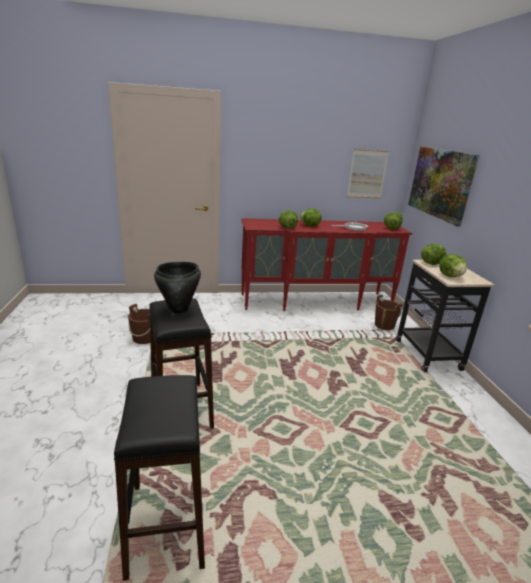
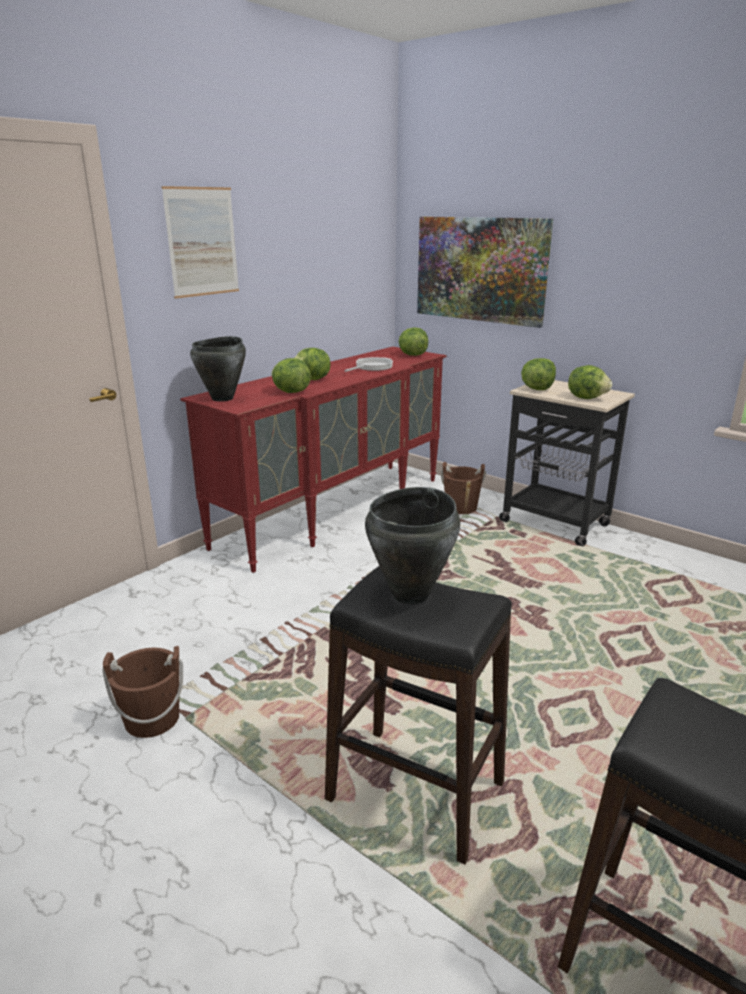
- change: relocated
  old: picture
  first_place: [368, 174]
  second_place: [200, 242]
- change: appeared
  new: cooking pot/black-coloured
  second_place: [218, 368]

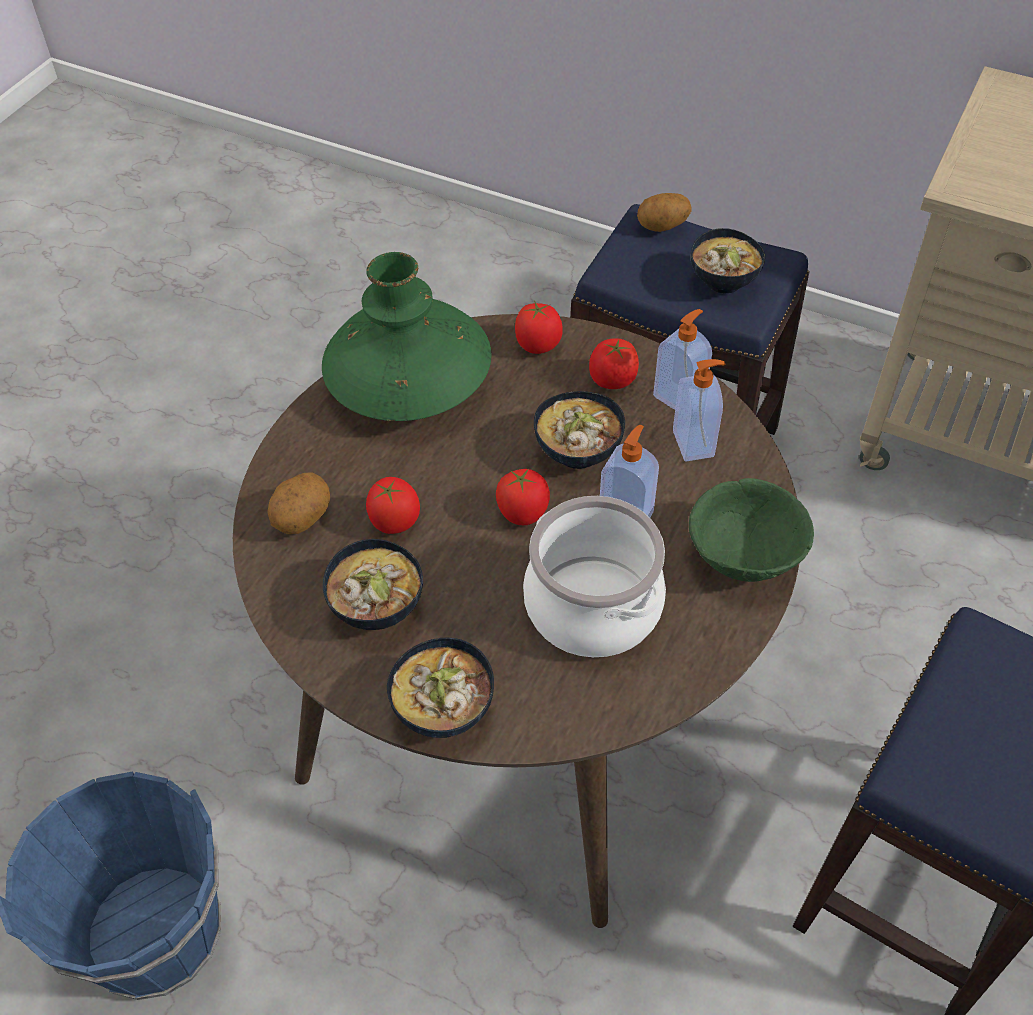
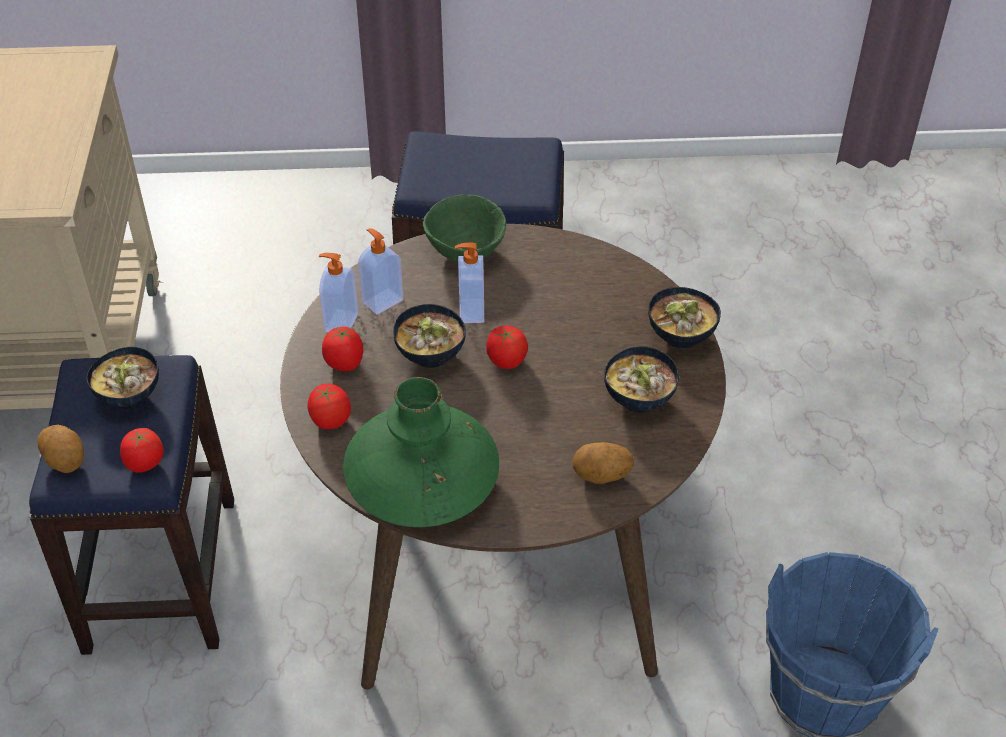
- change: relocated
  old: fresh tomato
  first_place: [393, 505]
  second_place: [142, 450]
- change: missing
  old: cooking pot
  first_place: [594, 576]

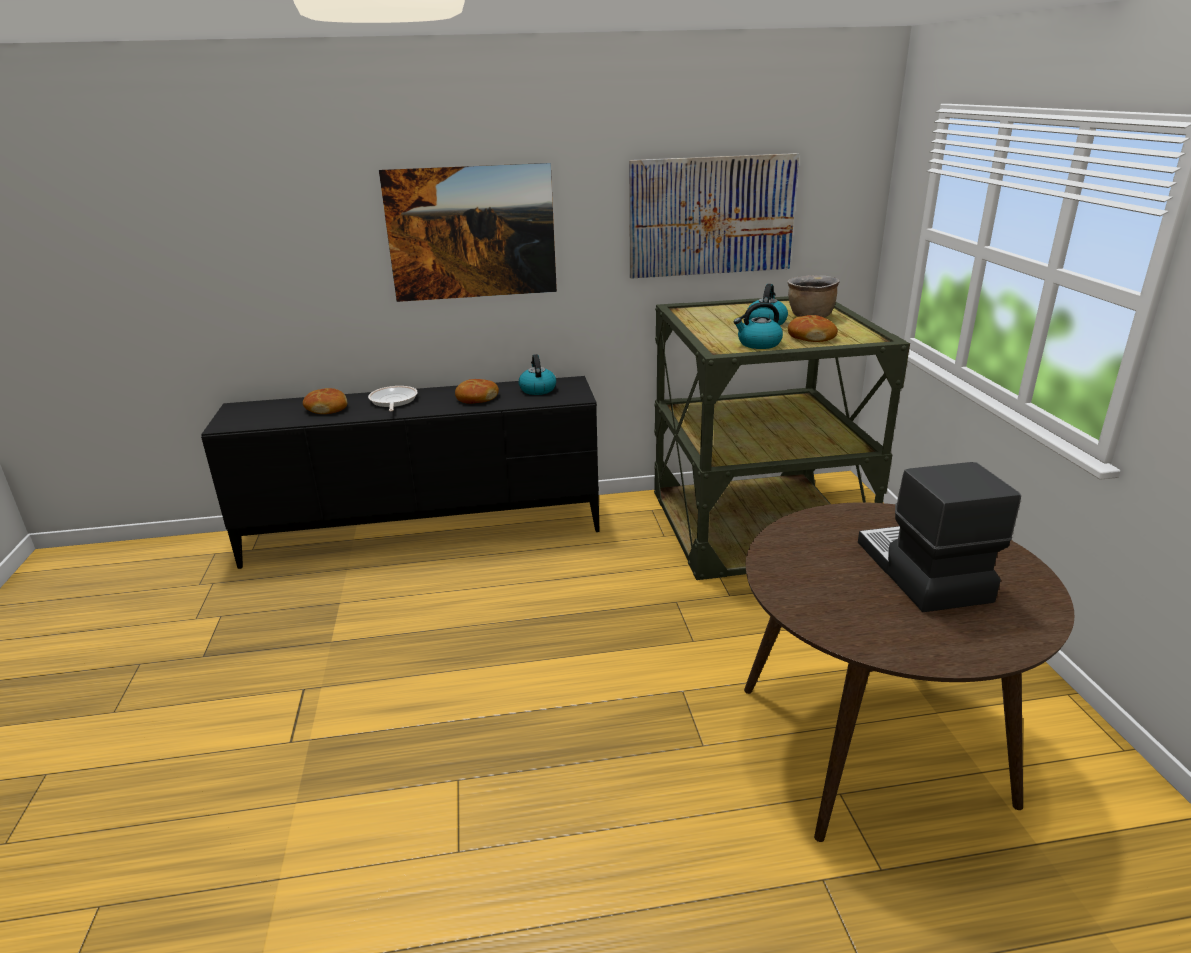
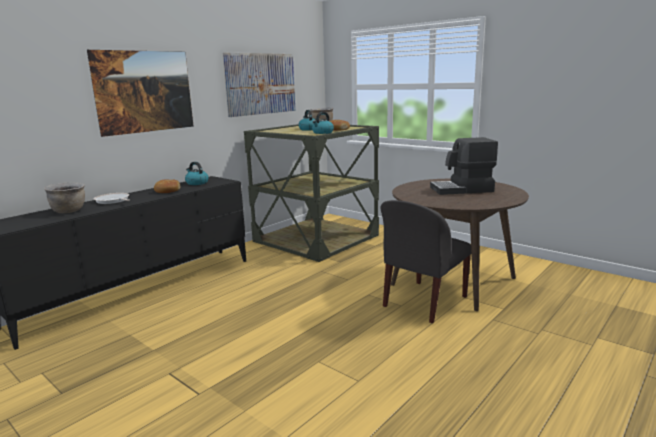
- change: exchanged
  old: bread
  new: cooking pot/brownish
  first_place: [325, 401]
  second_place: [64, 198]
- change: spun
  old: coffee brewer
  first_place: [939, 537]
  second_place: [464, 166]
  degrees: -45
- change: appeared
  new: plain chair/grey
  second_place: [426, 261]

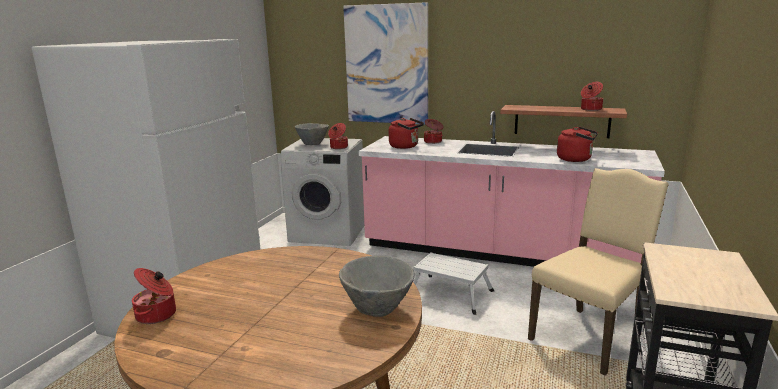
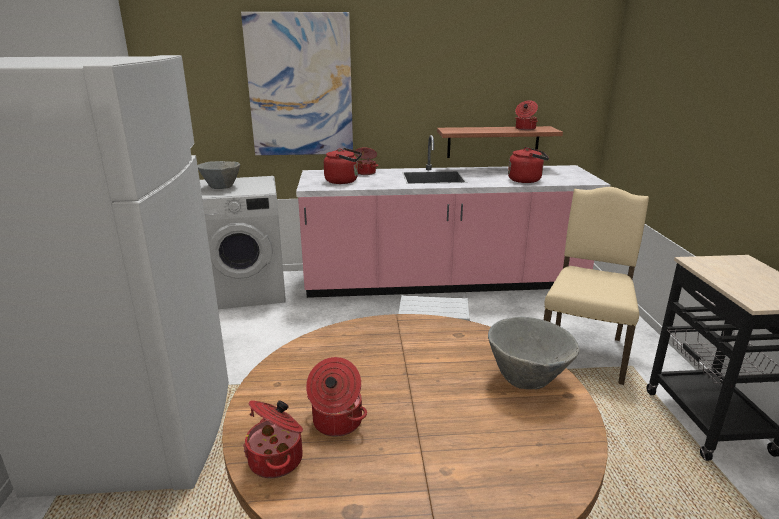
- change: relocated
  old: cooking pot
  first_place: [338, 136]
  second_place: [336, 397]

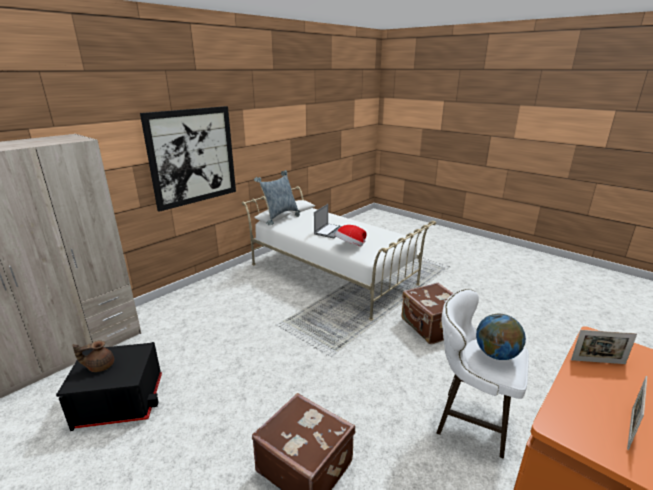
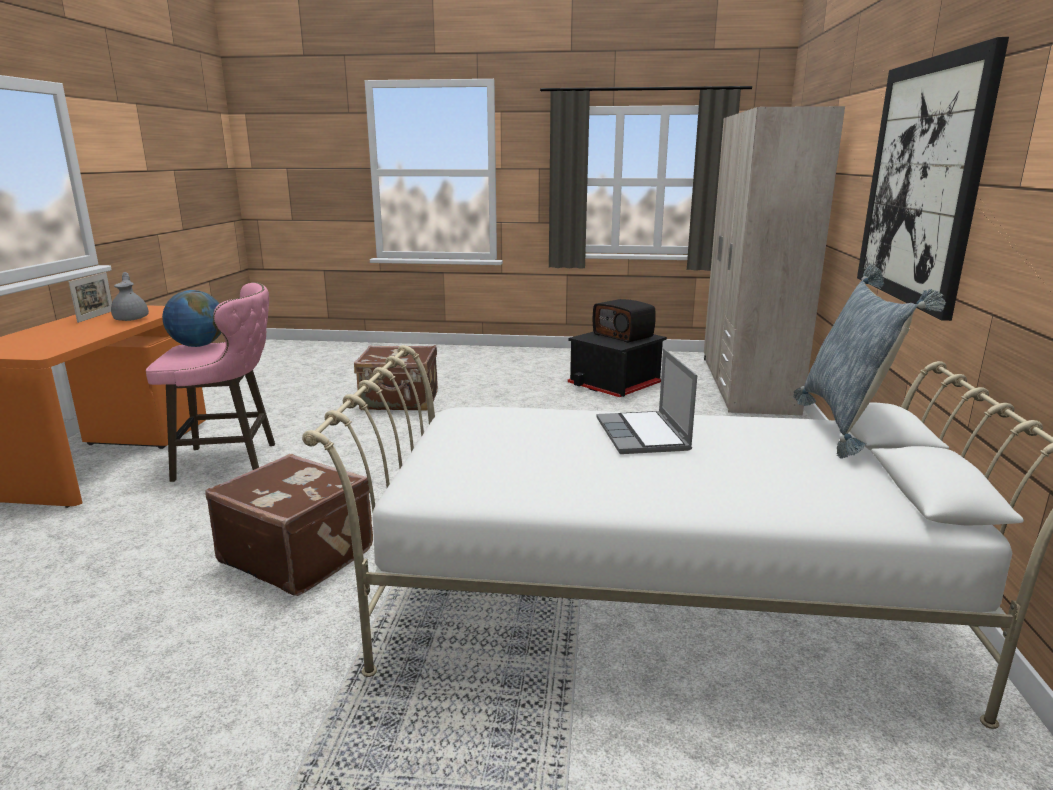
- change: missing
  old: wearable hat
  first_place: [351, 235]
- change: colour
  old: stool/whitish
  new: stool/pink
  first_place: [483, 374]
  second_place: [210, 382]
- change: missing
  old: standing frame
  first_place: [604, 347]
- change: exchanged
  old: tea pot/brownish
  new: radio set
  first_place: [93, 356]
  second_place: [624, 321]
- change: appeared
  new: tea pot/grey
  second_place: [130, 296]

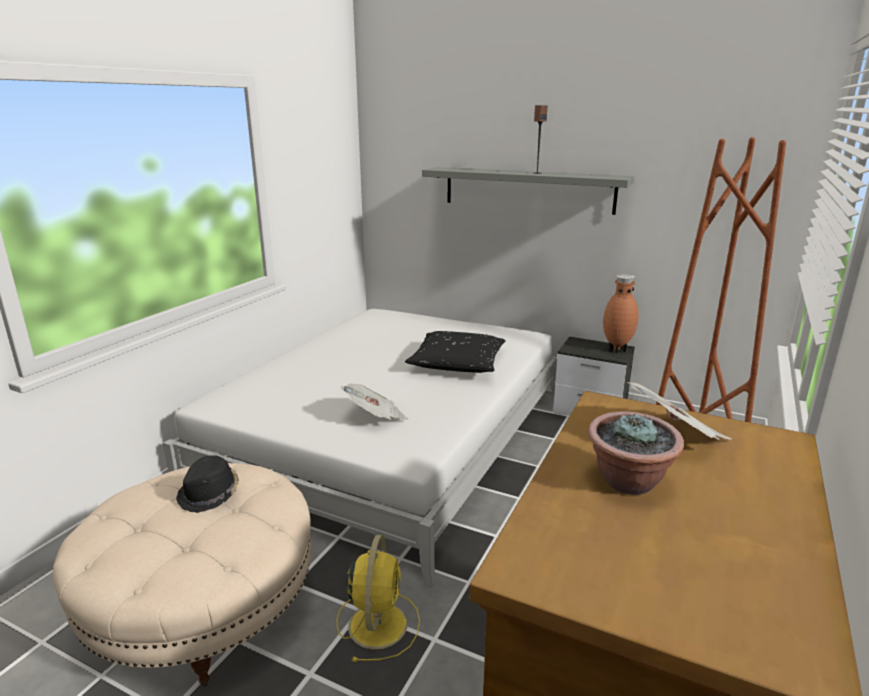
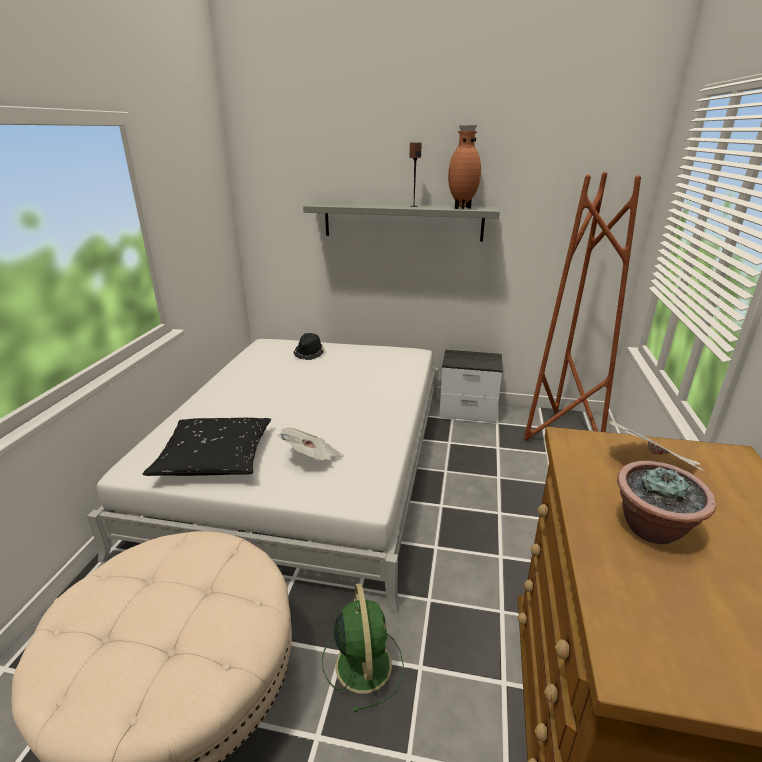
- change: relocated
  old: vase/brownish
  first_place: [620, 314]
  second_place: [464, 167]
- change: relocated
  old: pillow/black-coloured
  first_place: [455, 352]
  second_place: [207, 447]
- change: relocated
  old: wearable hat/black-coloured
  first_place: [207, 484]
  second_place: [309, 346]
- change: colour
  old: fan/yellowish
  new: fan/greenish
  first_place: [378, 598]
  second_place: [363, 647]

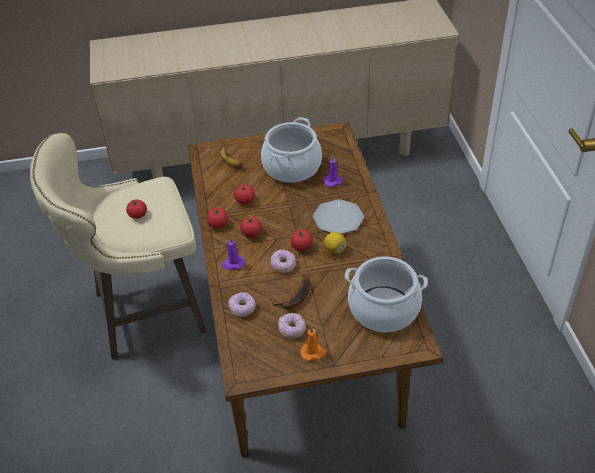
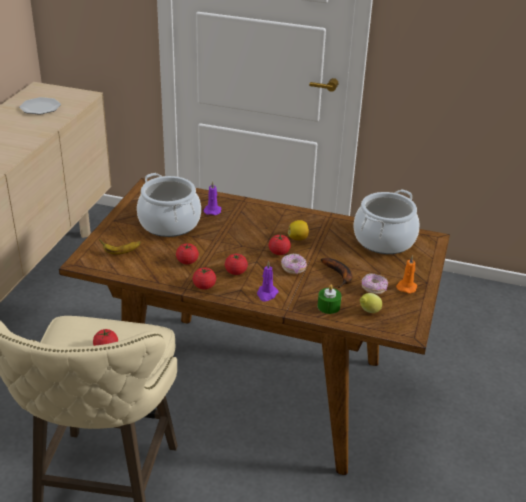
- change: relocated
  old: flat dish
  first_place: [338, 216]
  second_place: [40, 106]
- change: exchanged
  old: ring doughnut
  new: wax light/greenish
  first_place: [242, 304]
  second_place: [330, 299]
- change: appeared
  new: lemon
  second_place: [371, 303]

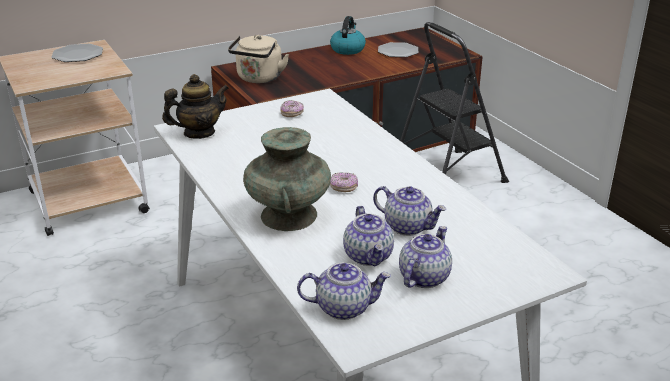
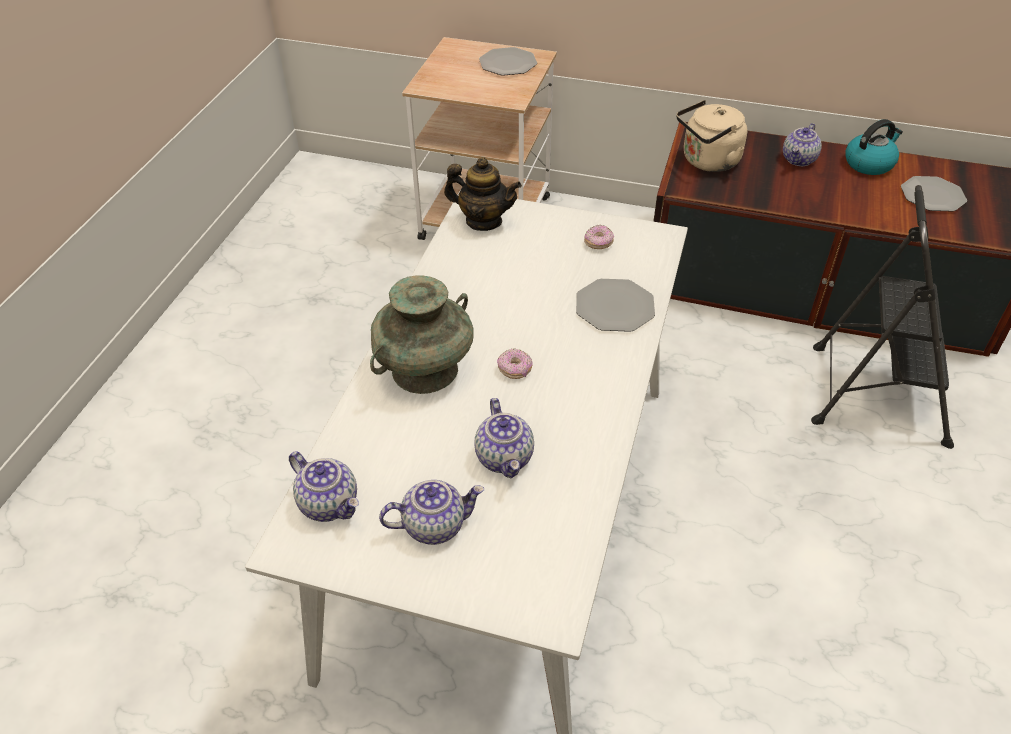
- change: relocated
  old: tea pot
  first_place: [368, 236]
  second_place: [802, 144]
- change: appeared
  new: flat dish
  second_place: [615, 305]

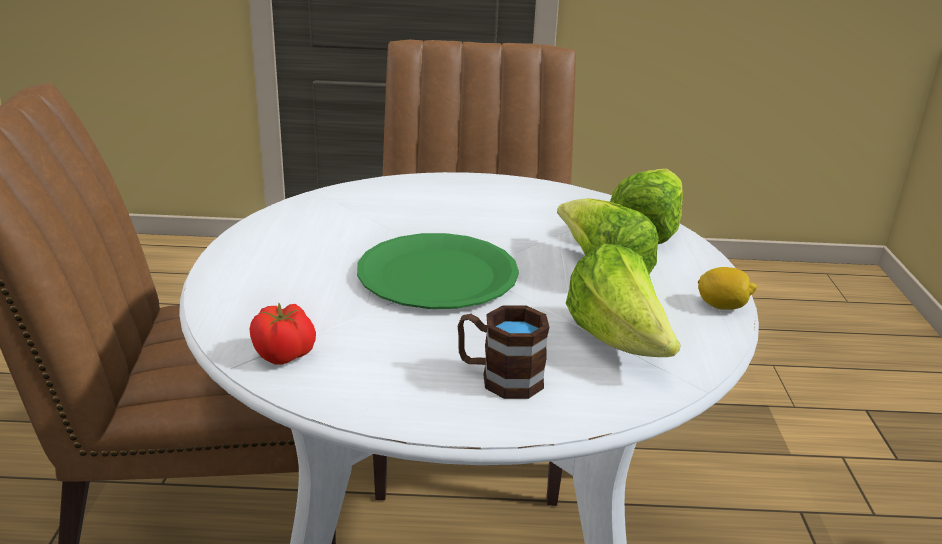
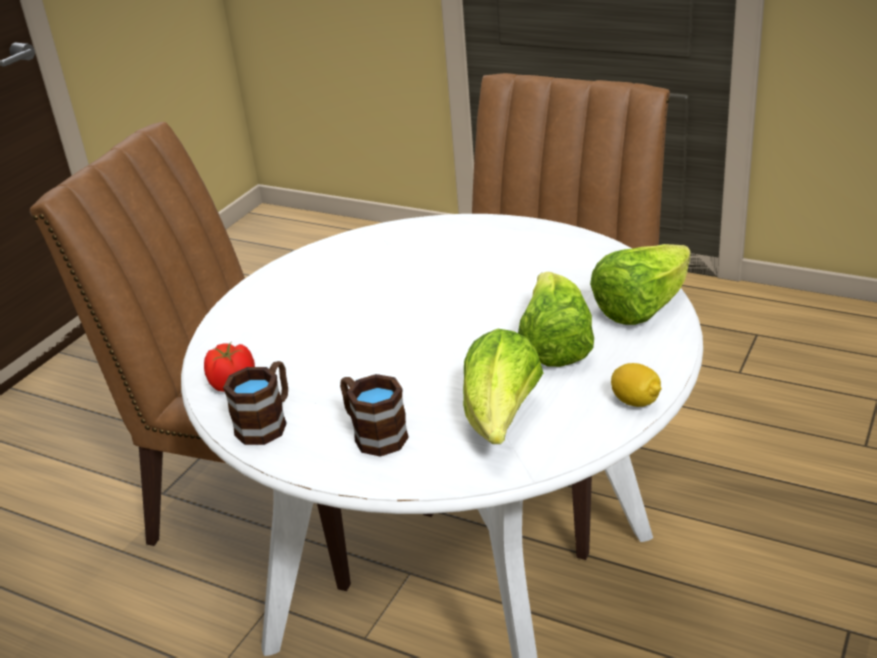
- change: missing
  old: flat dish/greenish
  first_place: [438, 271]
- change: appeared
  new: coffee mug/brownish
  second_place: [255, 403]

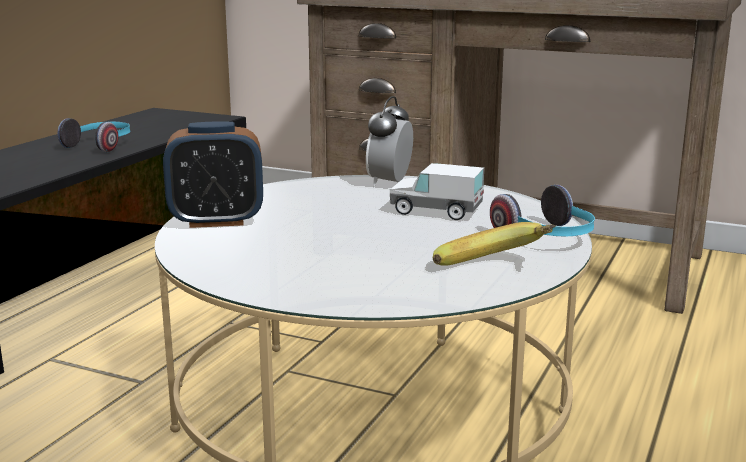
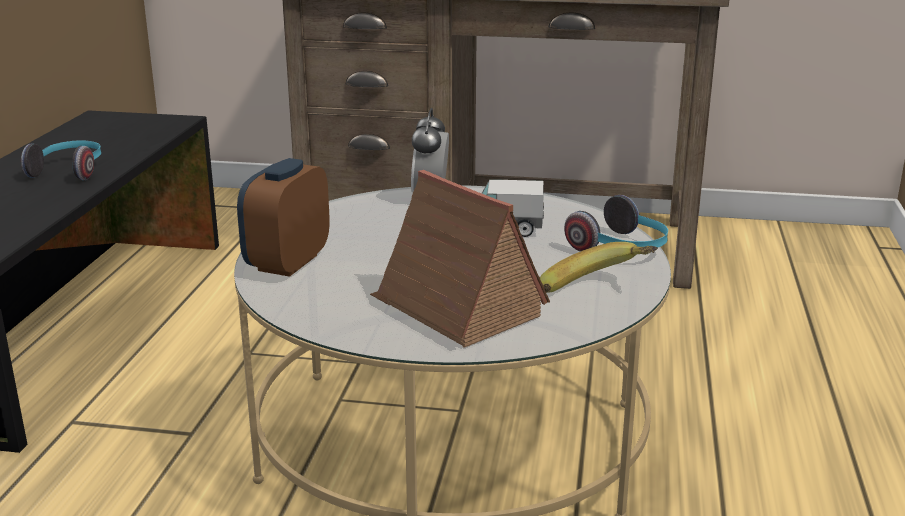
- change: spun
  old: table clock
  first_place: [213, 174]
  second_place: [283, 217]
  degrees: 135
- change: appeared
  new: toy house
  second_place: [460, 259]

